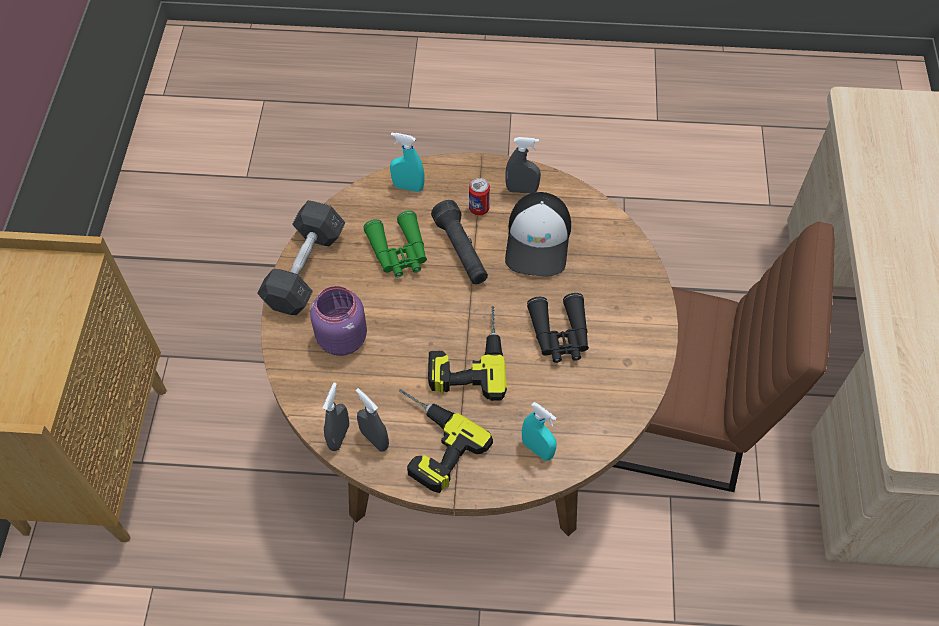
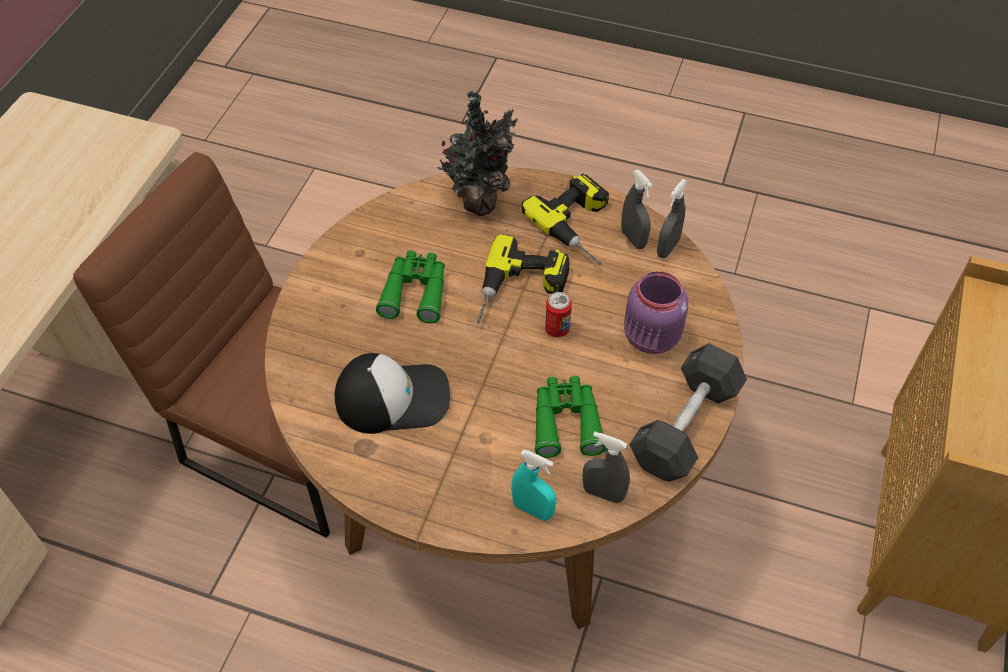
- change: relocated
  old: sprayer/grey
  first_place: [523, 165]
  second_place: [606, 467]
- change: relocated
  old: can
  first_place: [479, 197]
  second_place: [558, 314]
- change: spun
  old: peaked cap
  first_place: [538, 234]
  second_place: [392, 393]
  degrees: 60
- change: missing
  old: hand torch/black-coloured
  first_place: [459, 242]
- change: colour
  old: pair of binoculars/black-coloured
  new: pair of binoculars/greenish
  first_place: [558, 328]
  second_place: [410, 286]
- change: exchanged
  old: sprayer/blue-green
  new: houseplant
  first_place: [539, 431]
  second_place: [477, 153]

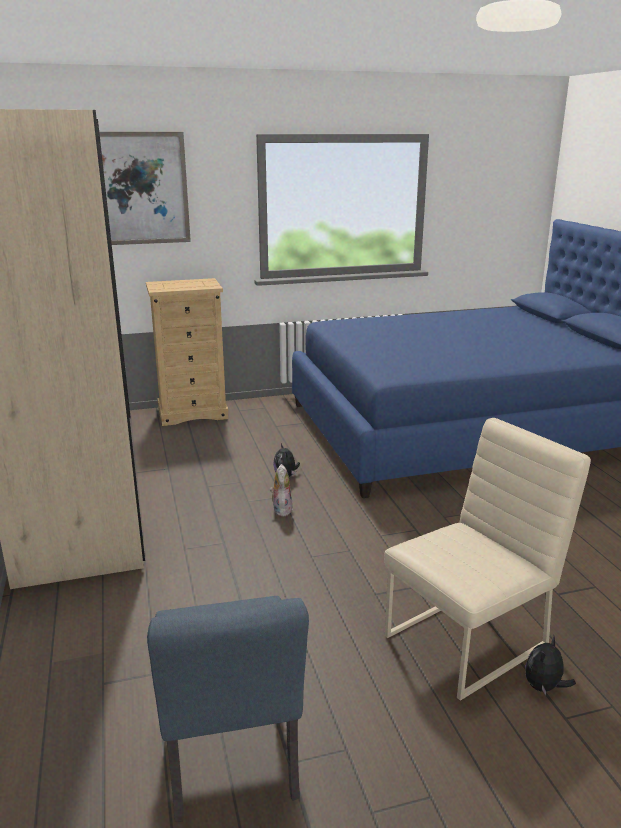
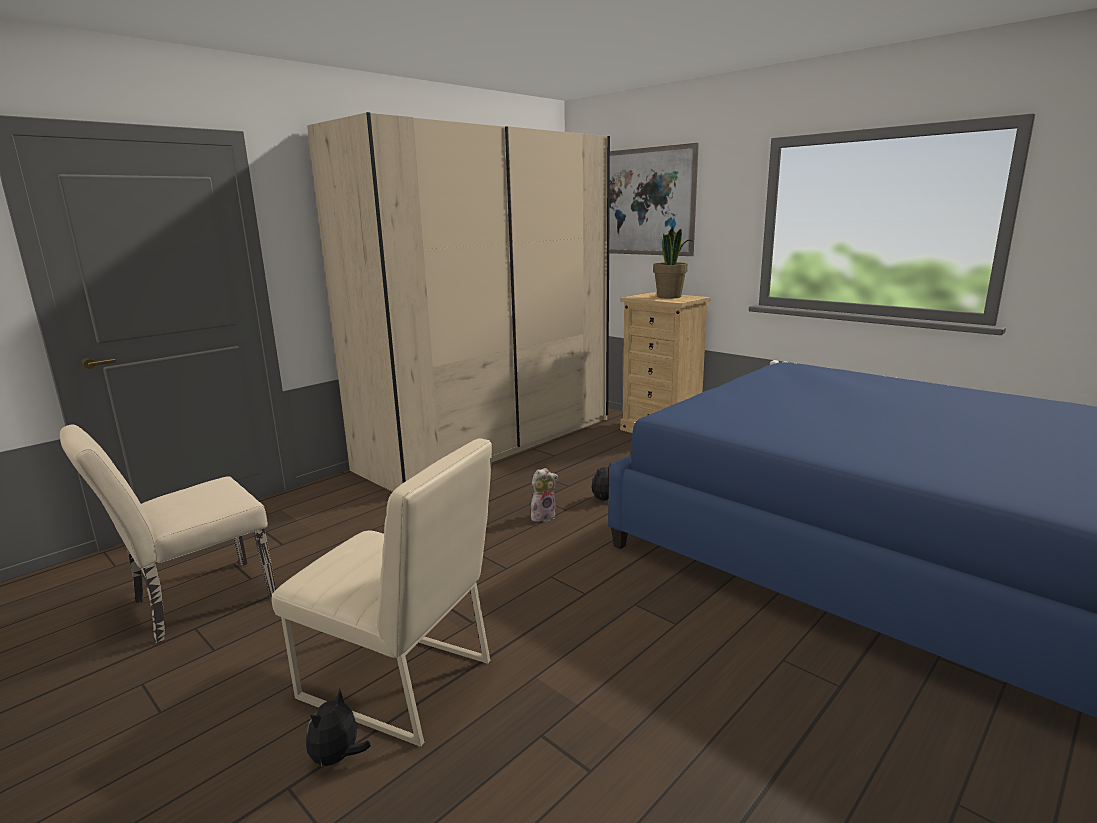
- change: colour
  old: plain chair/blue
  new: plain chair/beige-coloured
  first_place: [228, 709]
  second_place: [168, 533]
- change: spun
  old: soft toy
  first_place: [550, 666]
  second_place: [338, 730]
  degrees: -75
- change: appeared
  new: houseplant
  second_place: [673, 263]

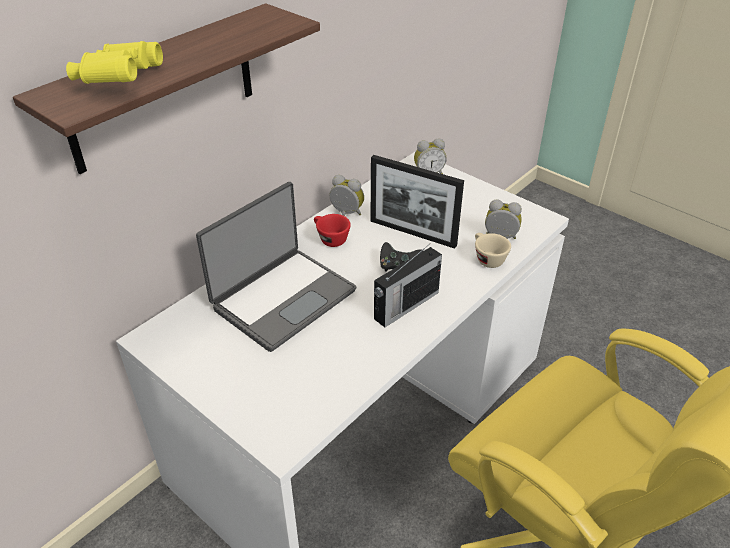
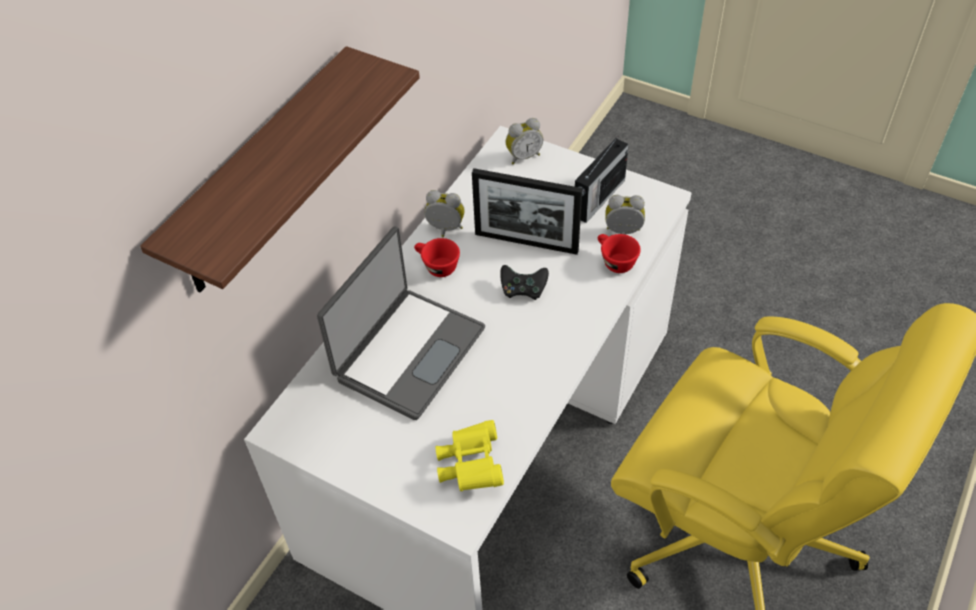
- change: relocated
  old: pair of binoculars/yellowish
  first_place: [114, 62]
  second_place: [469, 455]
- change: colour
  old: small cup/beige-coloured
  new: small cup/reddish
  first_place: [493, 250]
  second_place: [619, 253]
- change: relocated
  old: radio set
  first_place: [408, 285]
  second_place: [602, 180]

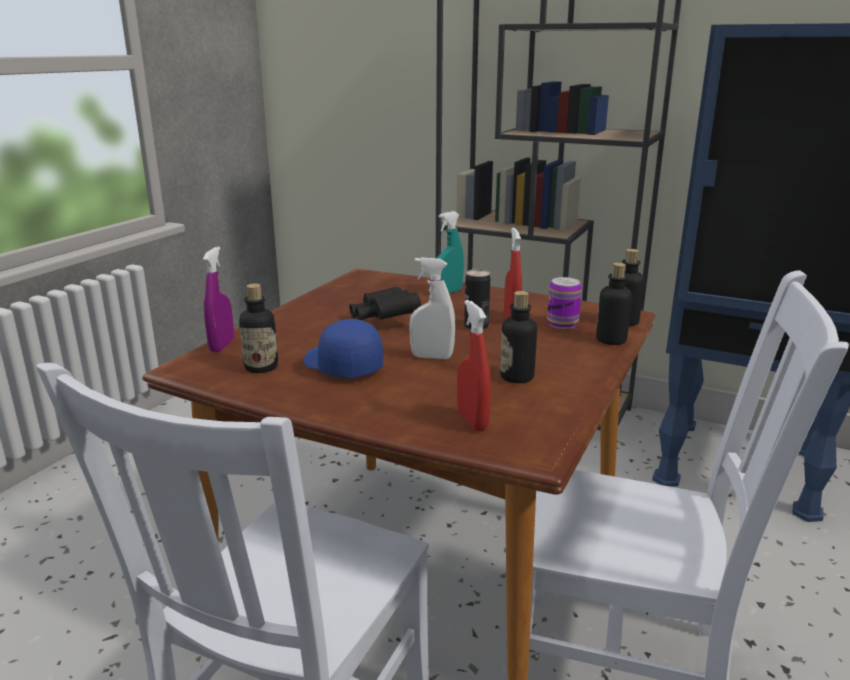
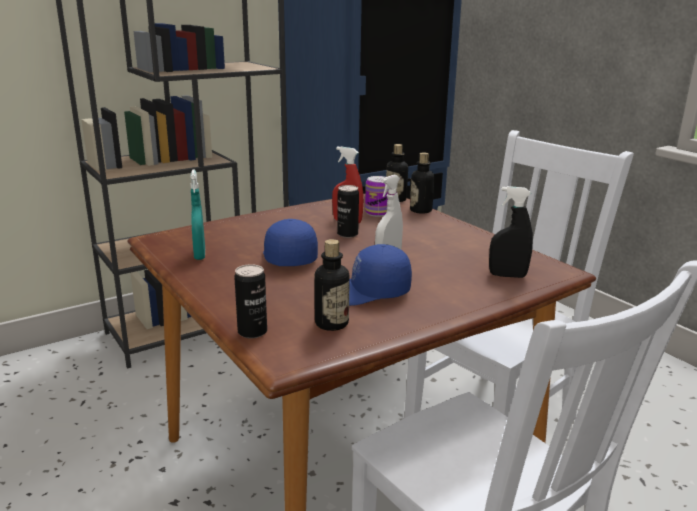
- change: relocated
  old: sprayer/blue-green
  first_place: [450, 252]
  second_place: [197, 215]
- change: exchanged
  old: sprayer/purple-coloured
  new: can
  first_place: [218, 299]
  second_place: [250, 301]
- change: exchanged
  old: pair of binoculars/black-coloured
  new: peaked cap/blue
  first_place: [385, 303]
  second_place: [290, 242]
- change: missing
  old: bottle
  first_place: [518, 337]
- change: colour
  old: sprayer/reddish
  new: sprayer/black-coloured
  first_place: [474, 365]
  second_place: [511, 232]

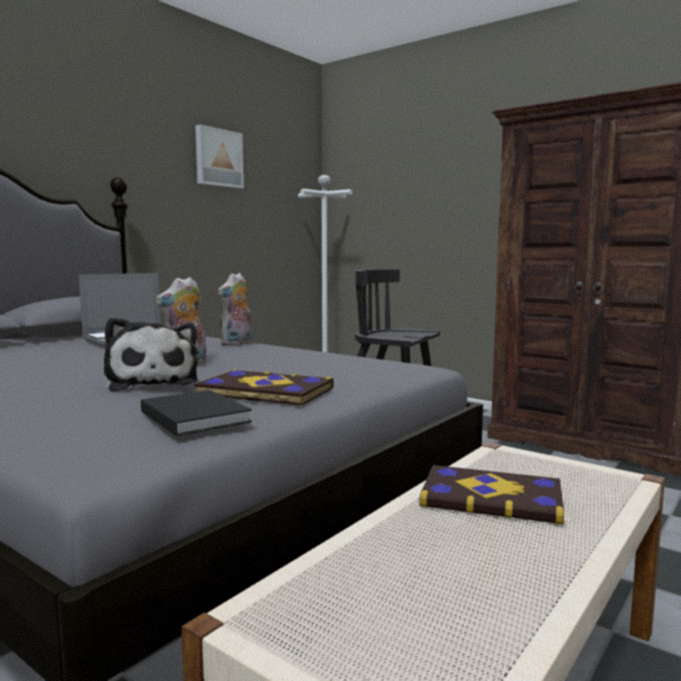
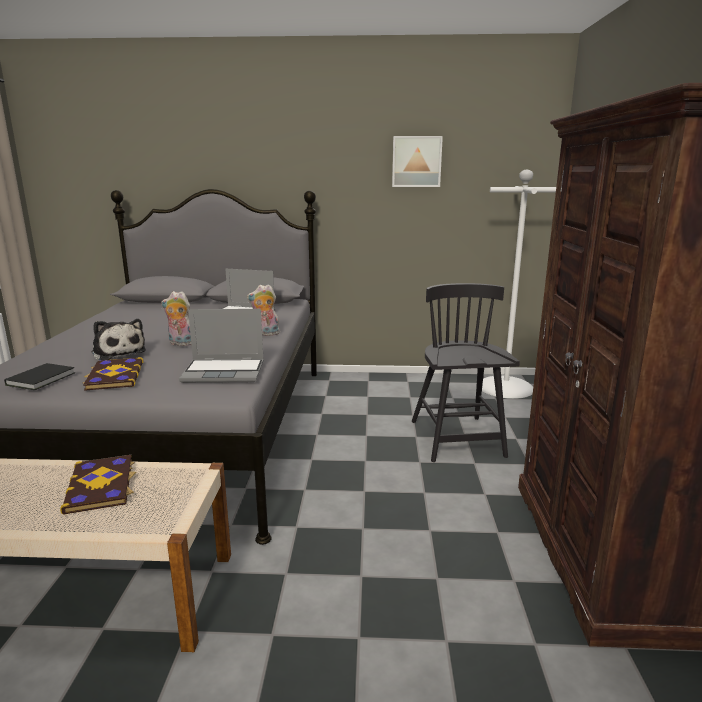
- change: spun
  old: soft toy
  first_place: [151, 354]
  second_place: [119, 339]
  degrees: -75
- change: appeared
  new: notebook computer
  second_place: [221, 346]

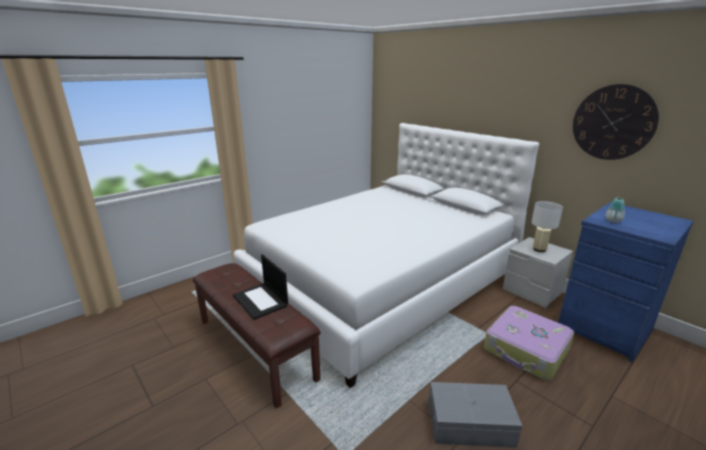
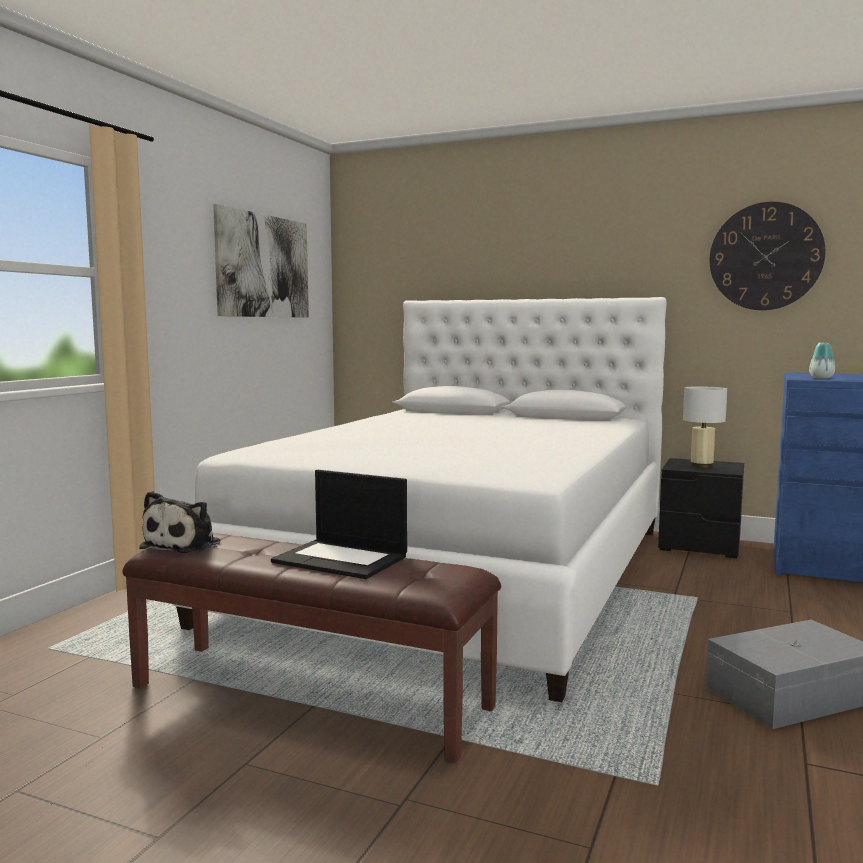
- change: colour
  old: nightstand/whitish
  new: nightstand/black-coloured
  first_place: [538, 272]
  second_place: [701, 508]
- change: missing
  old: travel case
  first_place: [529, 343]
- change: appeared
  new: picture
  second_place: [261, 261]
- change: appeared
  new: soft toy
  second_place: [179, 522]

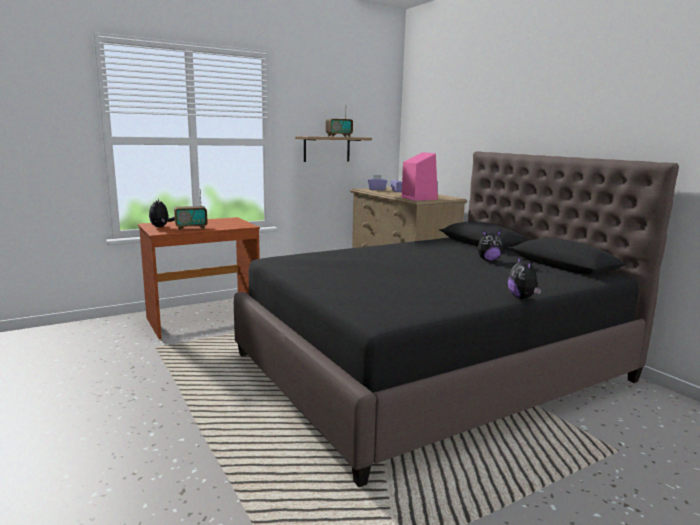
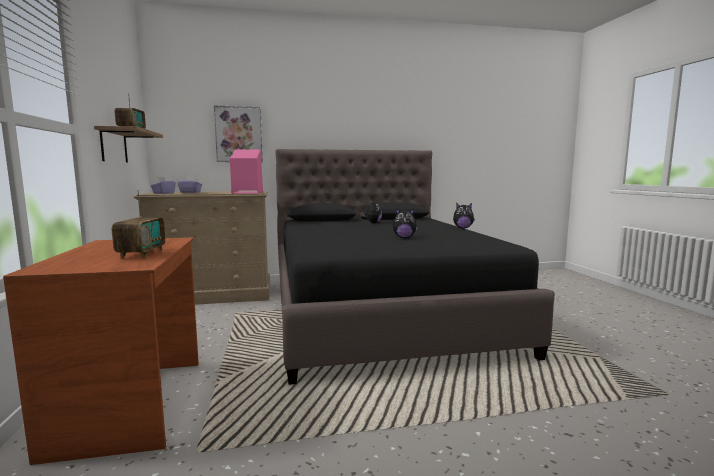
- change: relocated
  old: soft toy
  first_place: [162, 213]
  second_place: [405, 223]
- change: appeared
  new: picture
  second_place: [238, 133]

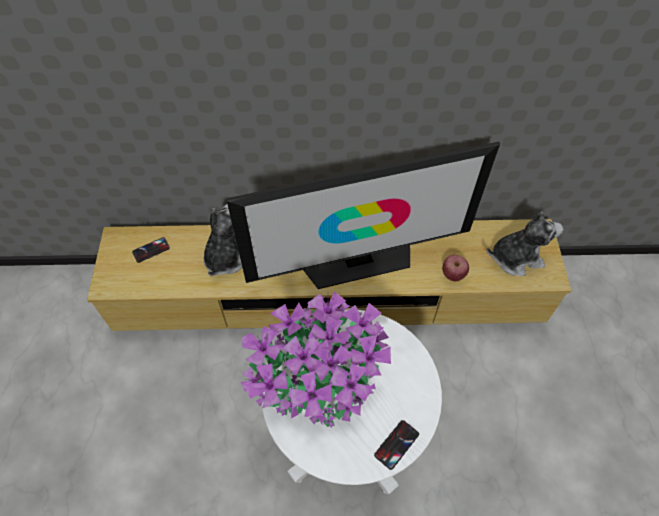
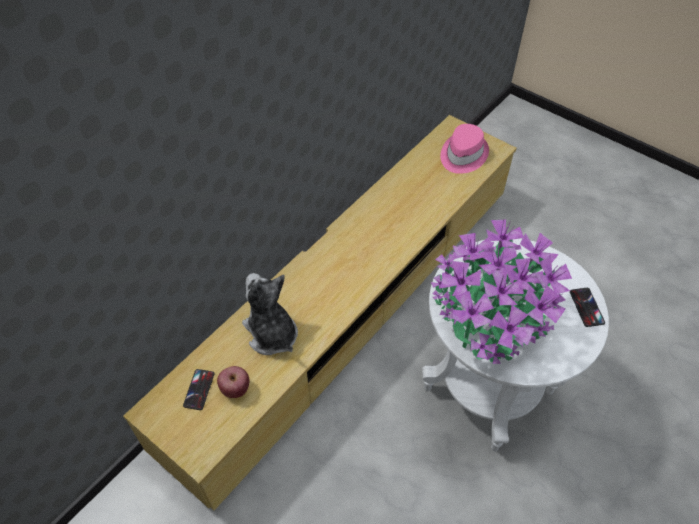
- change: missing
  old: television
  first_place: [363, 215]
- change: exchanged
  old: soft toy
  new: wearable hat/pink
  first_place: [524, 243]
  second_place: [464, 149]
- change: relocated
  old: apple fruit
  first_place: [456, 268]
  second_place: [233, 382]

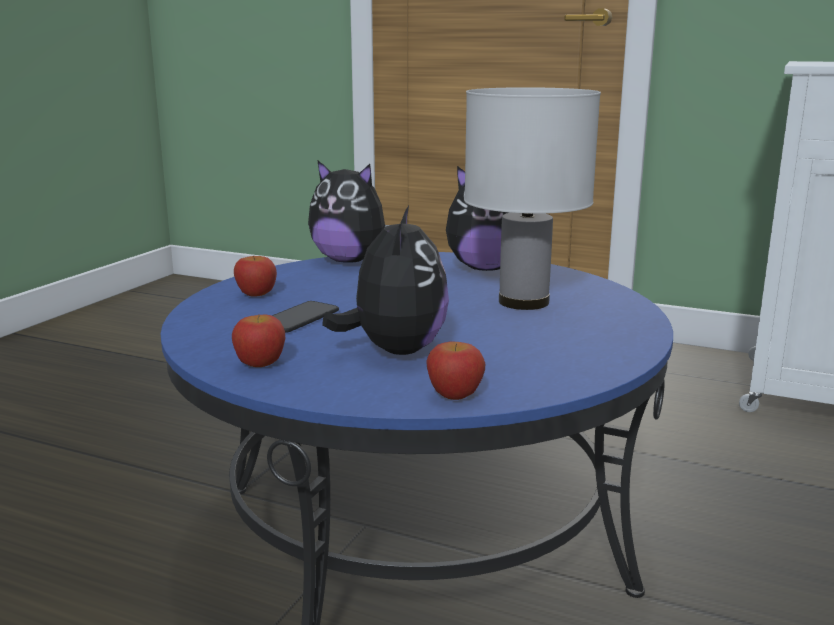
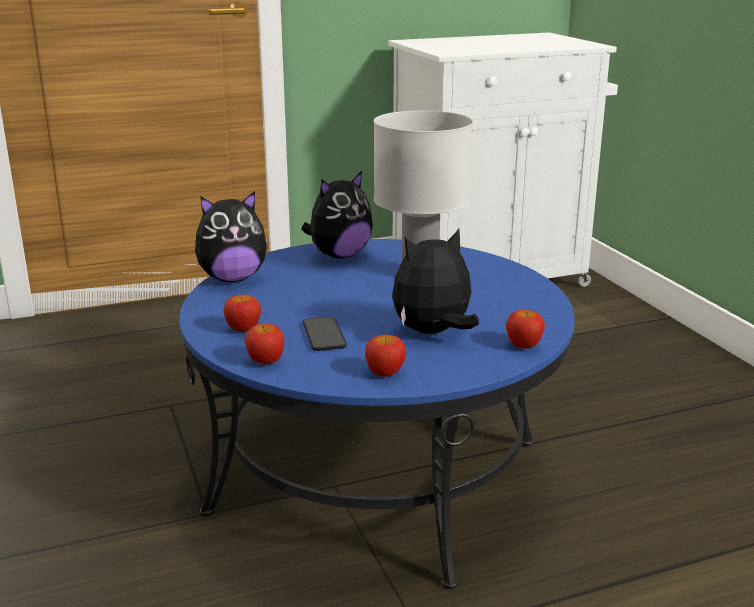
- change: spun
  old: soft toy
  first_place: [385, 280]
  second_place: [435, 281]
  degrees: -75
- change: appeared
  new: apple fruit
  second_place: [265, 343]

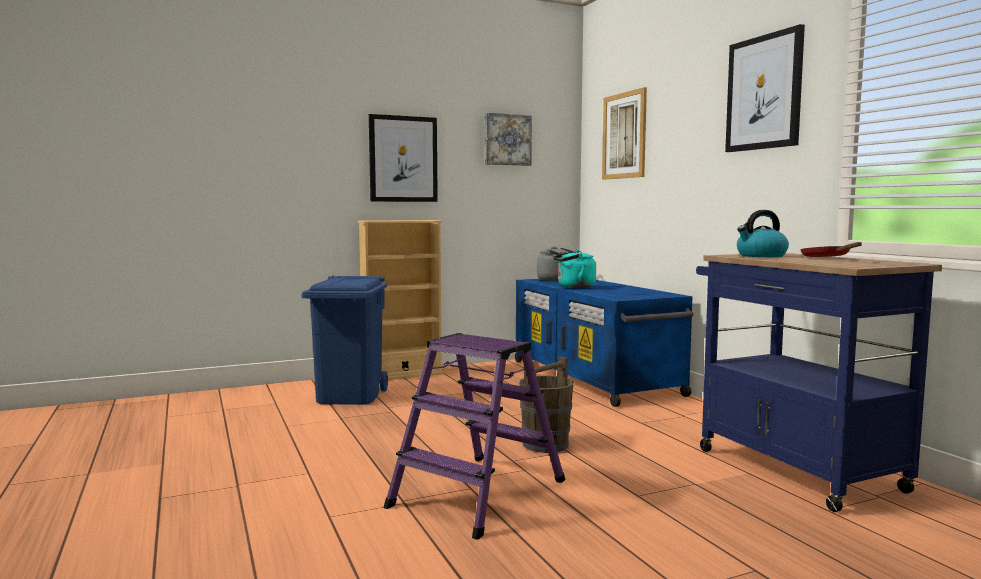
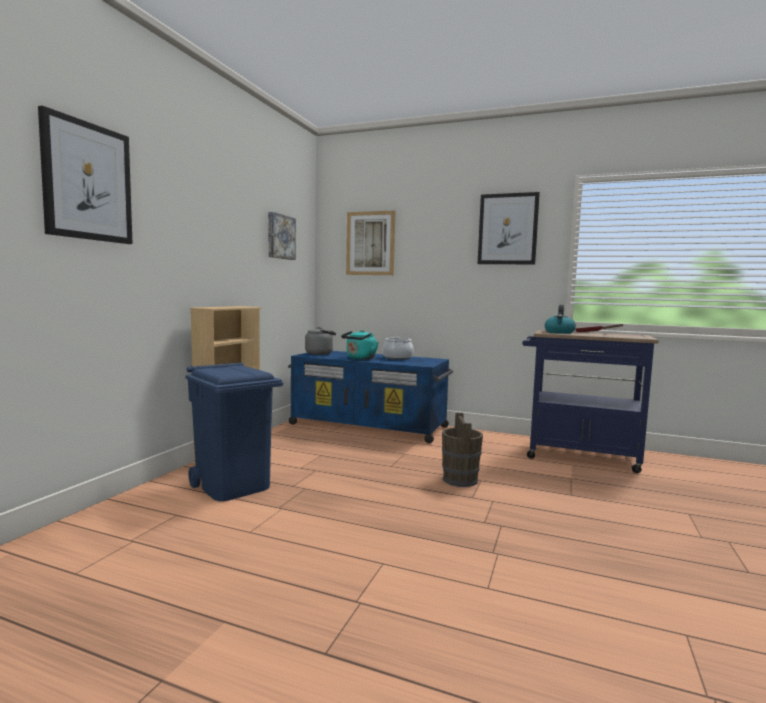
- change: relocated
  old: picture
  first_place: [403, 158]
  second_place: [85, 175]
- change: missing
  old: step ladder/purple-coloured
  first_place: [475, 436]
- change: appeared
  new: cooking pot
  second_place: [398, 348]

